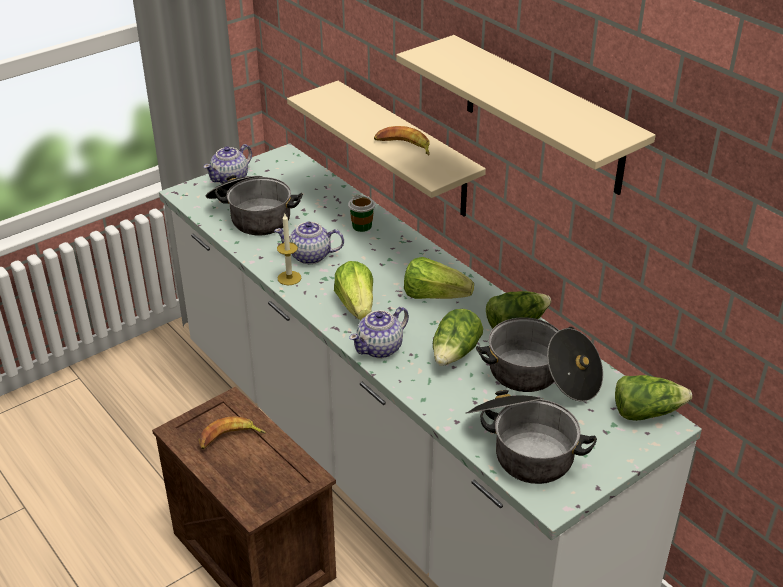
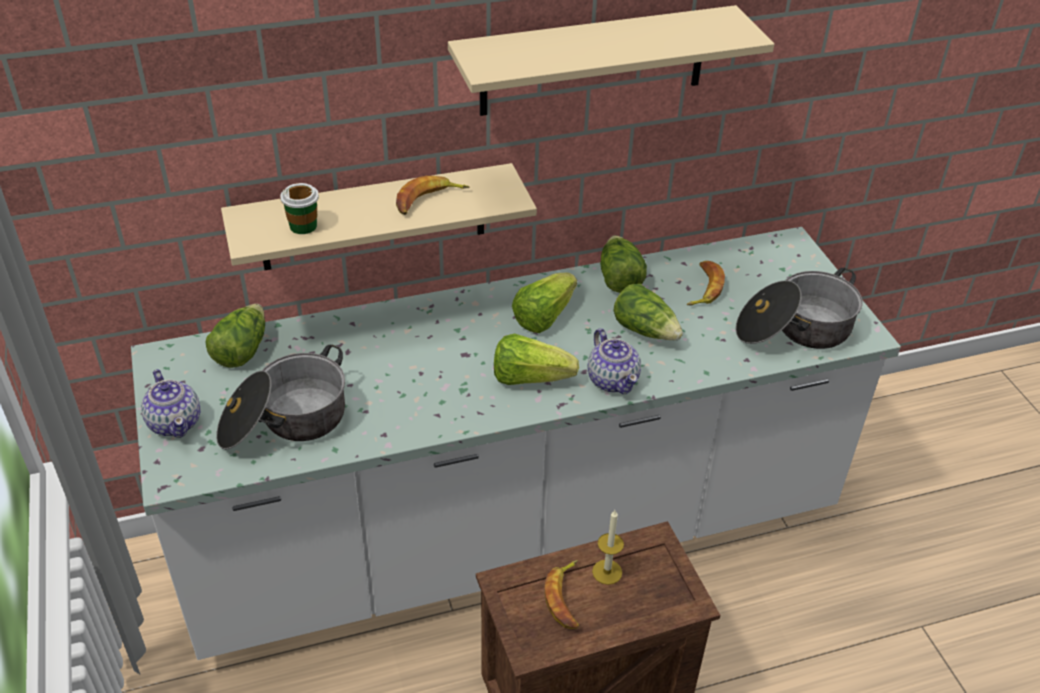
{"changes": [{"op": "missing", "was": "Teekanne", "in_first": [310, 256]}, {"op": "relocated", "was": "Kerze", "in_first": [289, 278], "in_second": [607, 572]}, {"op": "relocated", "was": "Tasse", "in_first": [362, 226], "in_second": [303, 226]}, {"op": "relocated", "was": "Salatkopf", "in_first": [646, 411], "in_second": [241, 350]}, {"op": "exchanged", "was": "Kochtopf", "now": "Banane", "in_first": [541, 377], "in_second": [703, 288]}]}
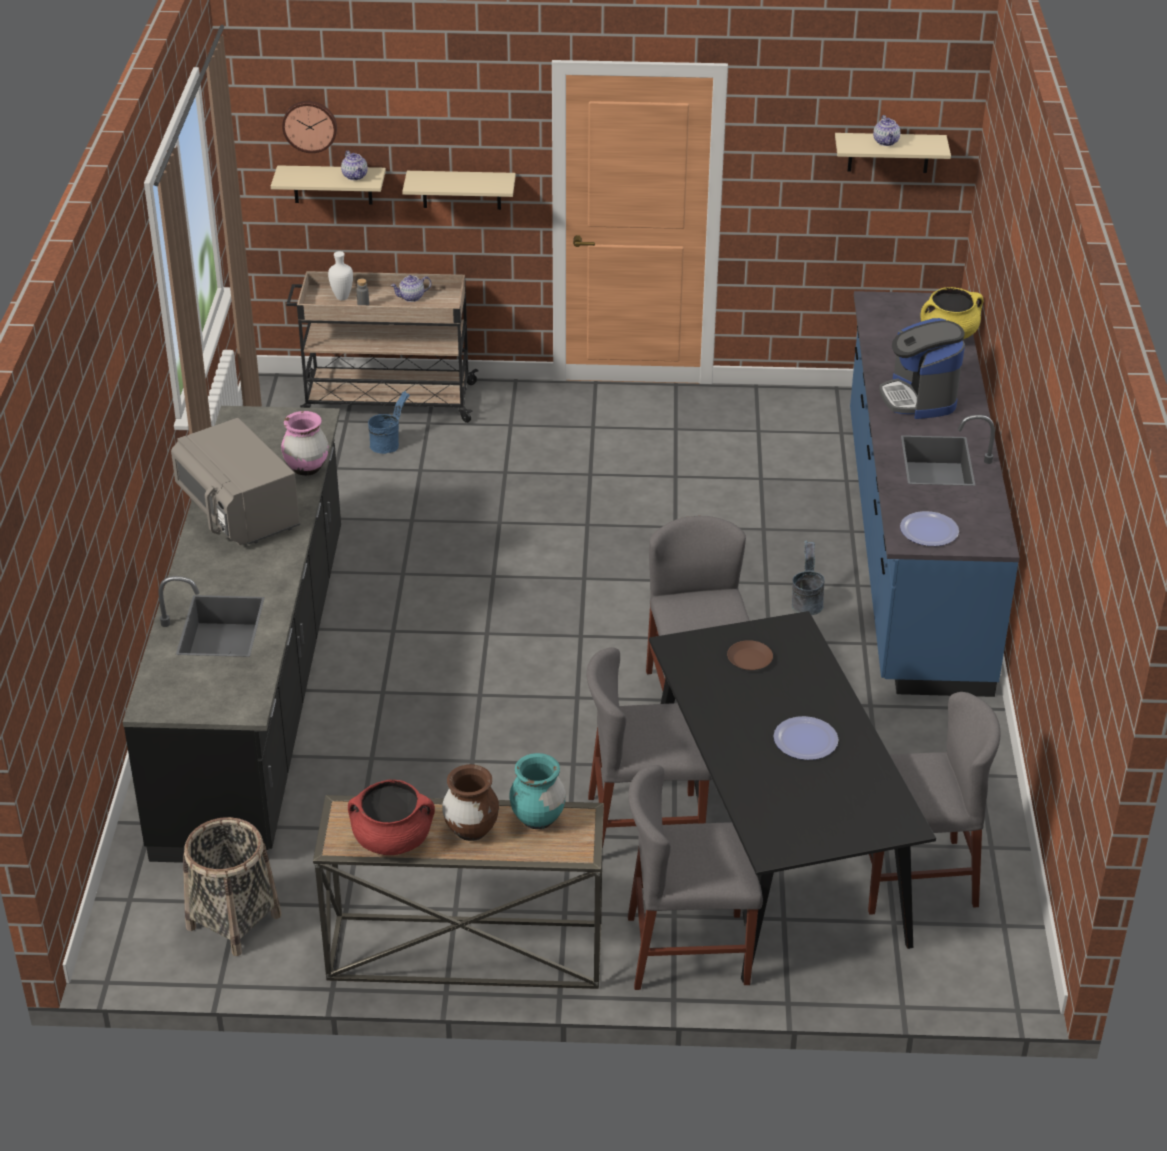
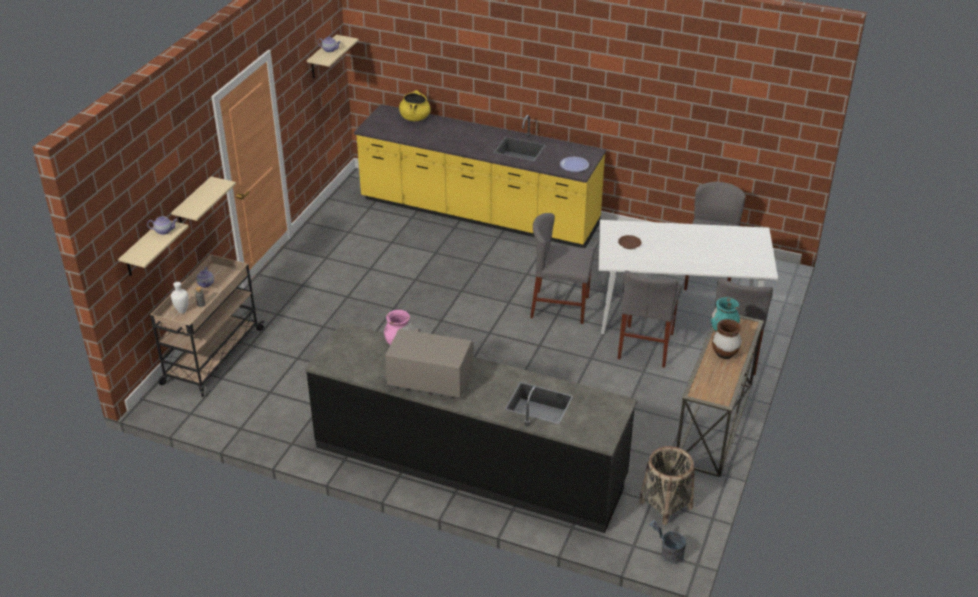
{"changes": [{"op": "missing", "was": "Wanduhr", "in_first": [310, 125]}, {"op": "missing", "was": "Kochtopf [rot]", "in_first": [393, 839]}, {"op": "missing", "was": "Eimer [blau]", "in_first": [388, 444]}, {"op": "missing", "was": "Teller", "in_first": [806, 740]}, {"op": "missing", "was": "Kaffeemaschine", "in_first": [919, 398]}, {"op": "relocated", "was": "Eimer [grau]", "in_first": [806, 602], "in_second": [668, 554]}, {"op": "colour", "was": "Esstisch [schwarz]", "now": "Esstisch [weiß]", "in_first": [773, 850], "in_second": [677, 312]}, {"op": "colour", "was": "Küchenzeile [blau]", "now": "Küchenzeile [gelb]", "in_first": [912, 547], "in_second": [479, 213]}, {"op": "spun", "was": "Mikrowelle [grau]", "in_first": [238, 513], "in_second": [430, 379], "clockwise": -150}]}
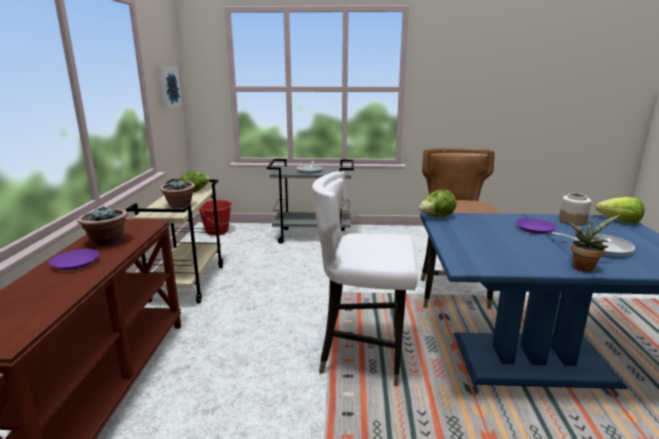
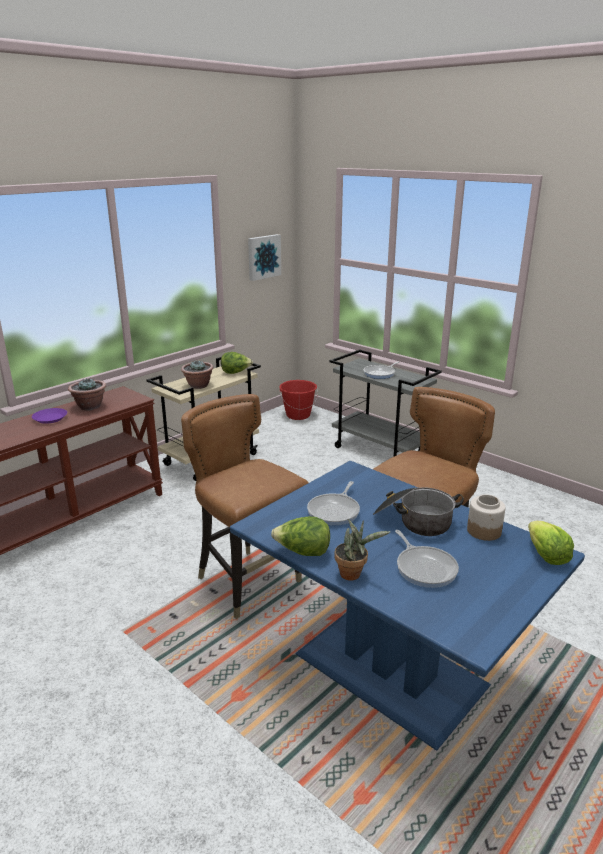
{"changes": [{"op": "appeared", "now": "Pfanne", "in_second": [335, 511]}, {"op": "relocated", "was": "Salatkopf", "in_first": [436, 217], "in_second": [303, 552]}, {"op": "exchanged", "was": "Teller [lila]", "now": "Kochtopf", "in_first": [535, 229], "in_second": [414, 521]}, {"op": "colour", "was": "Stuhl [weiß]", "now": "Stuhl [braun]", "in_first": [363, 356], "in_second": [248, 583]}]}
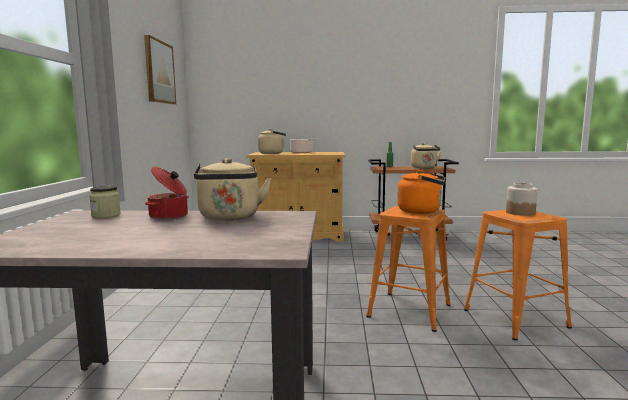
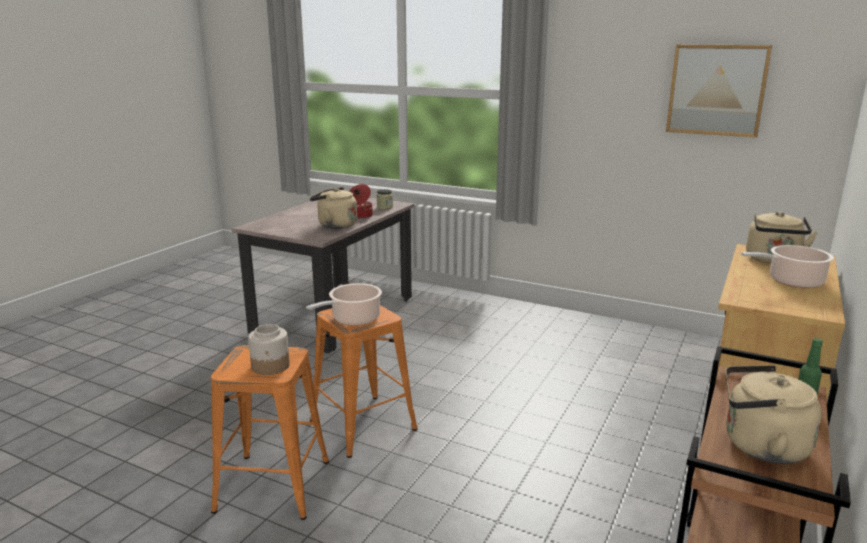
{"changes": [{"op": "exchanged", "was": "Wasserkessel [orange]", "now": "Kochtopf", "in_first": [422, 211], "in_second": [353, 319]}]}
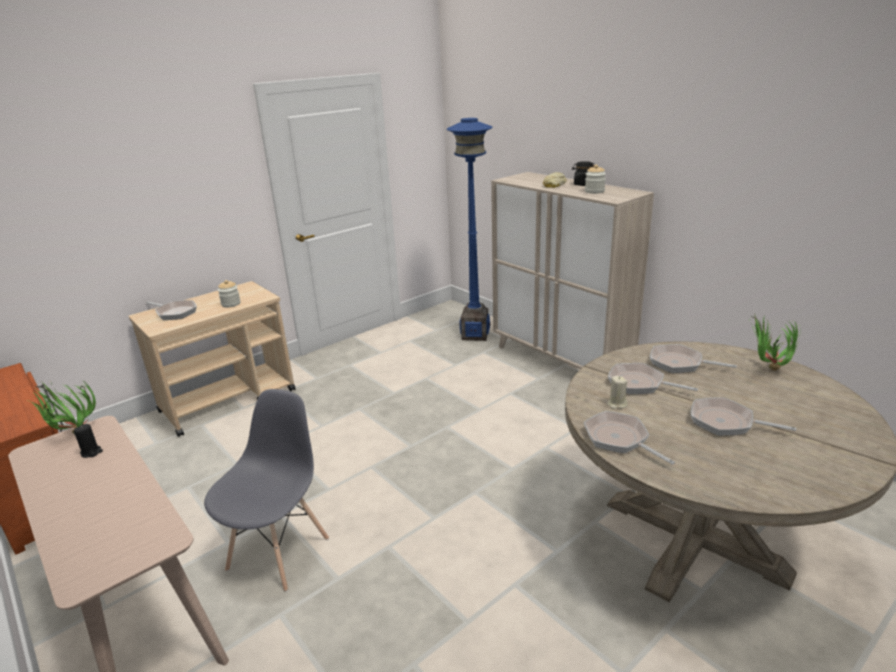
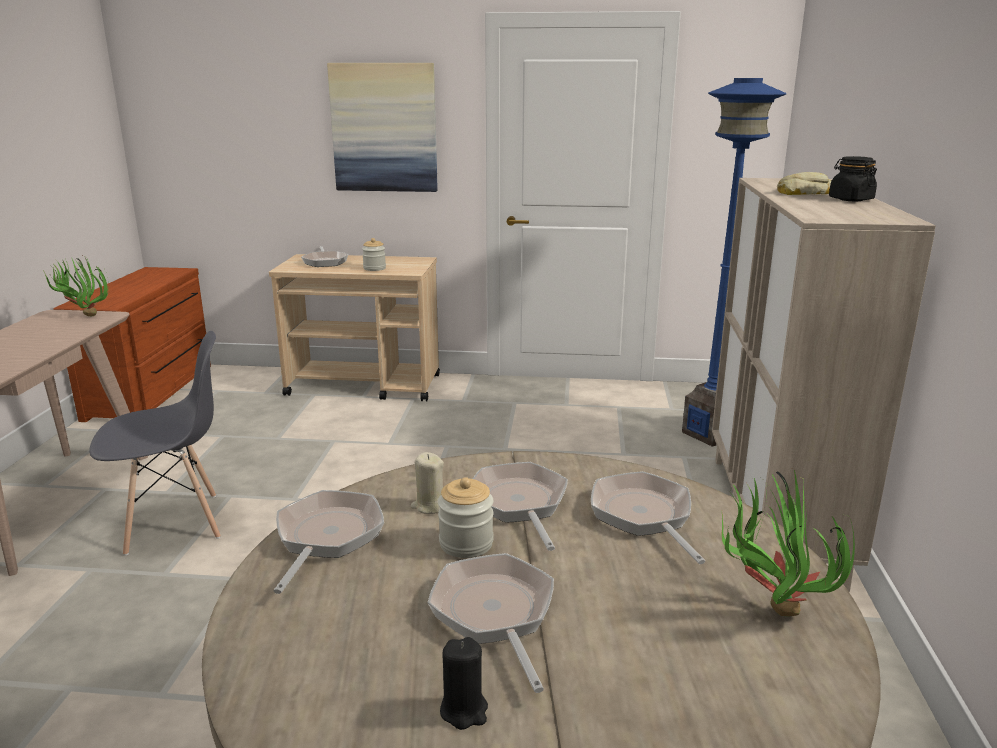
{"changes": [{"op": "appeared", "now": "Bild", "in_second": [384, 128]}, {"op": "relocated", "was": "Kerze [schwarz]", "in_first": [91, 452], "in_second": [464, 710]}, {"op": "relocated", "was": "Vorratsglas", "in_first": [594, 191], "in_second": [466, 543]}]}
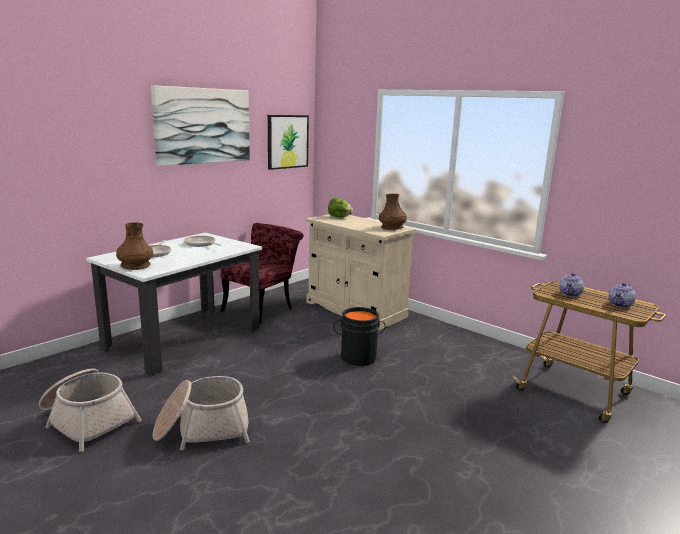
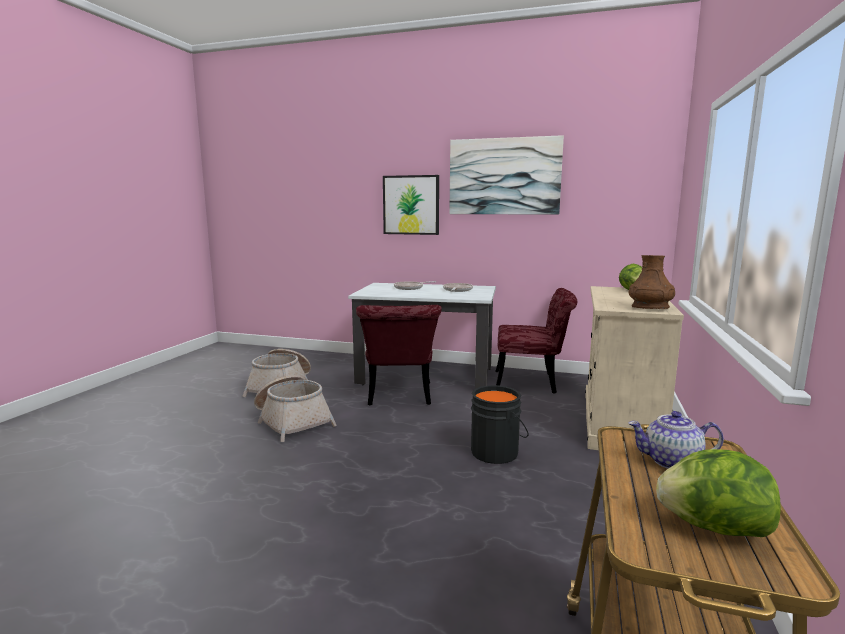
{"changes": [{"op": "missing", "was": "Vase [braun]", "in_first": [135, 265]}, {"op": "appeared", "now": "Stuhl [rot]", "in_second": [399, 397]}, {"op": "relocated", "was": "Bild", "in_first": [287, 141], "in_second": [411, 205]}, {"op": "exchanged", "was": "Teekanne", "now": "Salatkopf", "in_first": [620, 305], "in_second": [712, 528]}]}
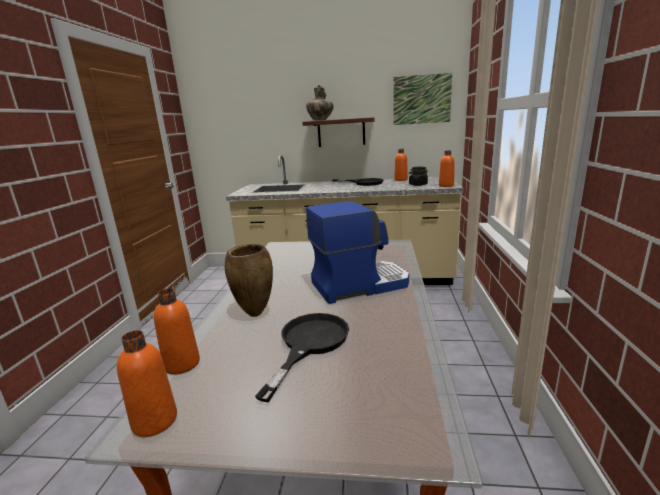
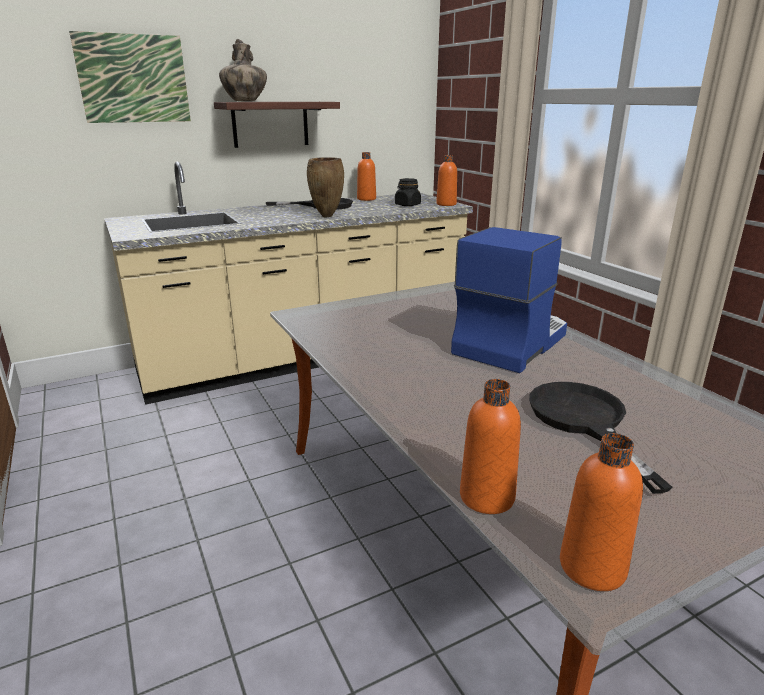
{"changes": [{"op": "relocated", "was": "Vase [braun]", "in_first": [254, 314], "in_second": [327, 216]}, {"op": "relocated", "was": "Bild", "in_first": [421, 99], "in_second": [133, 79]}]}
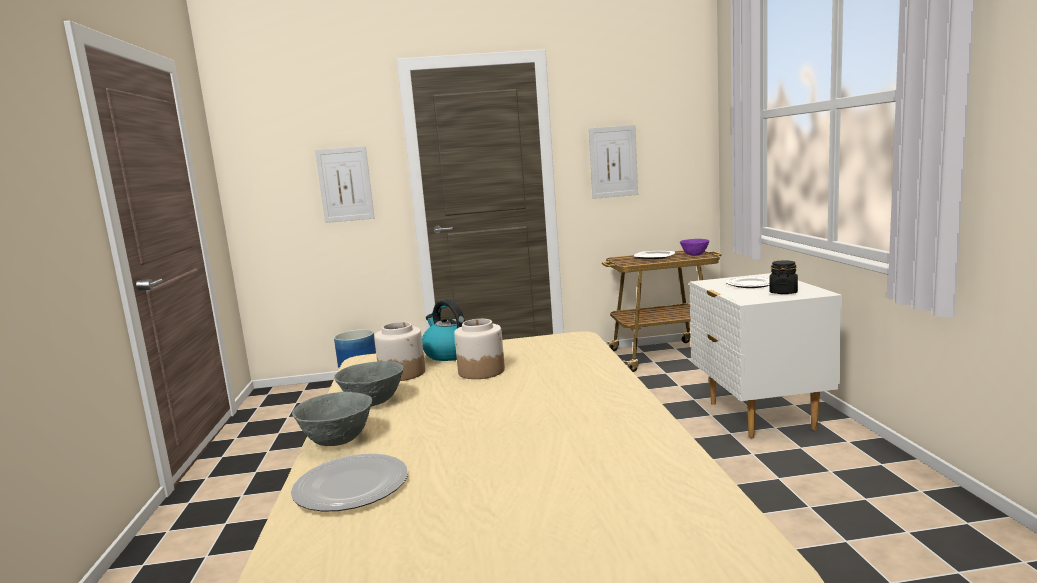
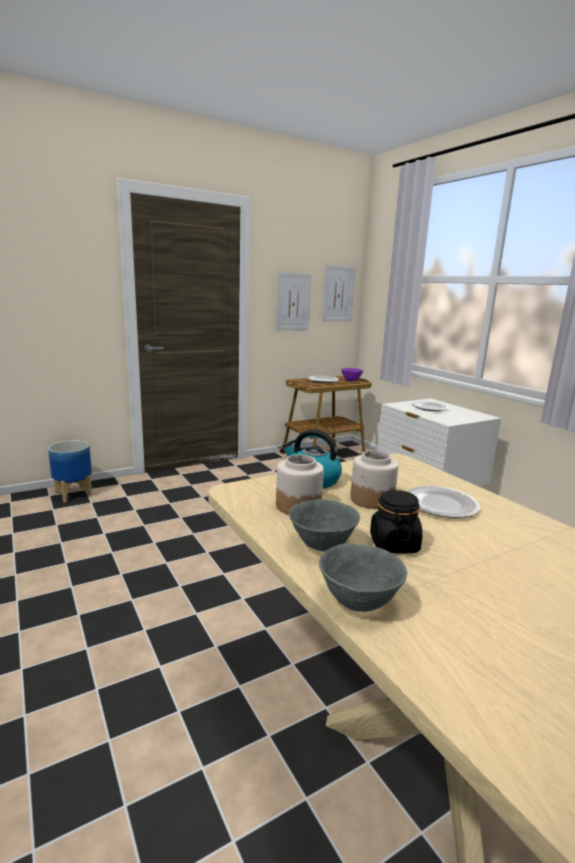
{"changes": [{"op": "relocated", "was": "Teller", "in_first": [351, 487], "in_second": [442, 505]}, {"op": "relocated", "was": "Bild", "in_first": [345, 184], "in_second": [338, 293]}, {"op": "relocated", "was": "Vorratsglas [schwarz]", "in_first": [783, 292], "in_second": [393, 544]}]}
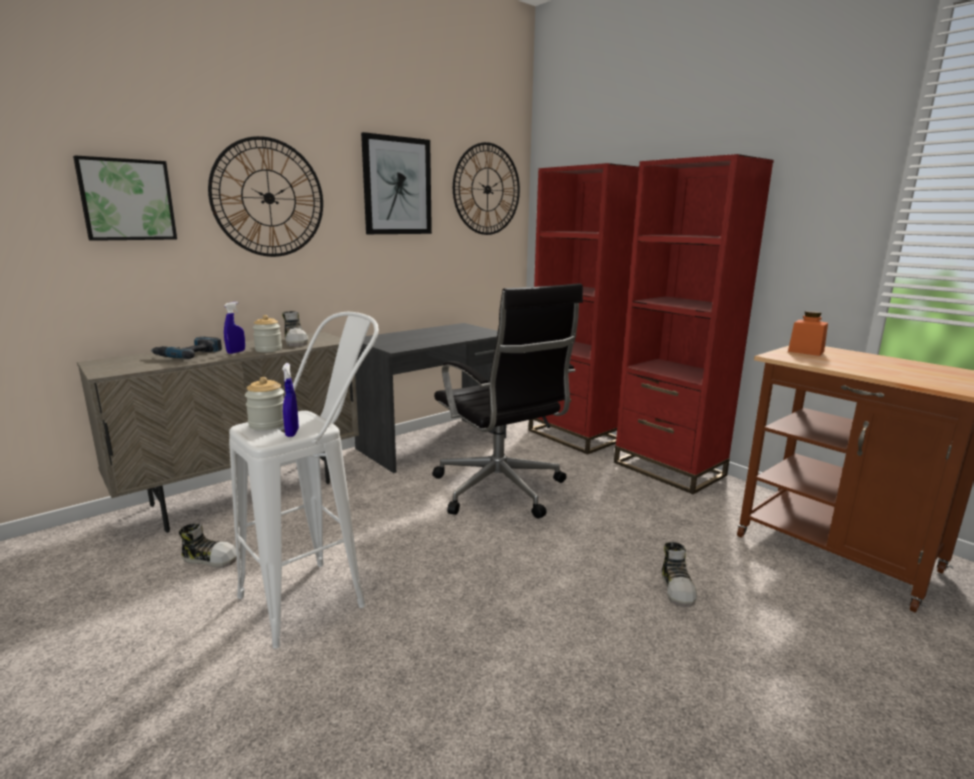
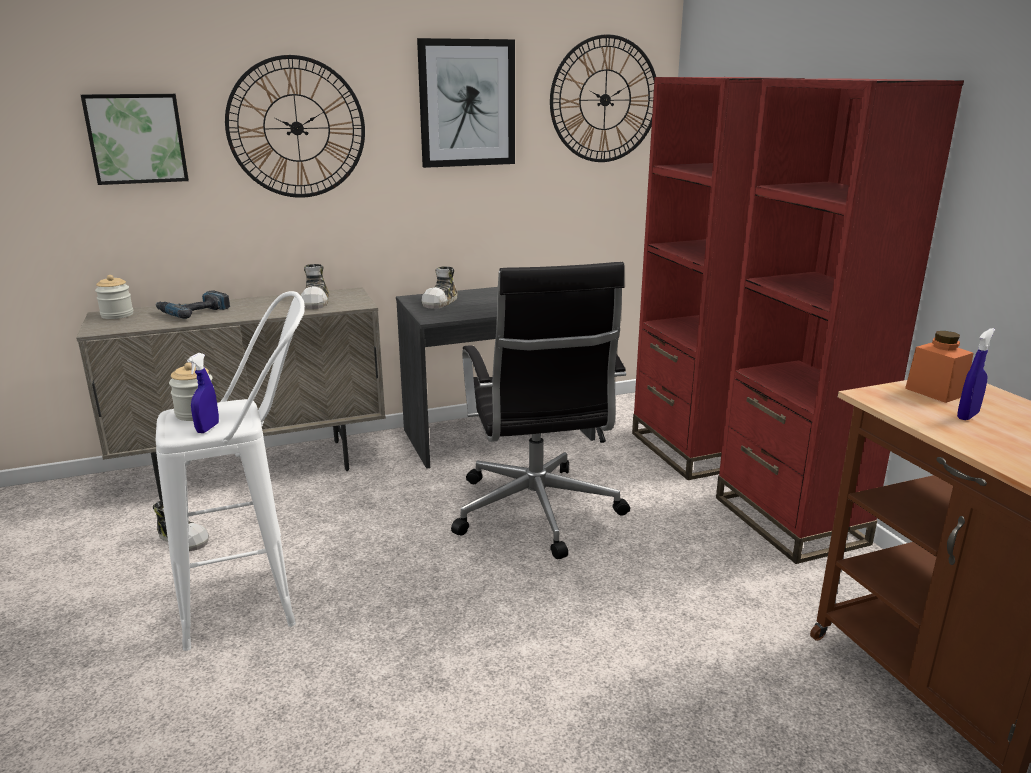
{"changes": [{"op": "relocated", "was": "Sprühflasche [blau]", "in_first": [236, 352], "in_second": [967, 416]}, {"op": "relocated", "was": "Vorratsglas", "in_first": [268, 350], "in_second": [117, 315]}, {"op": "relocated", "was": "Schuh", "in_first": [677, 588], "in_second": [441, 302]}]}
